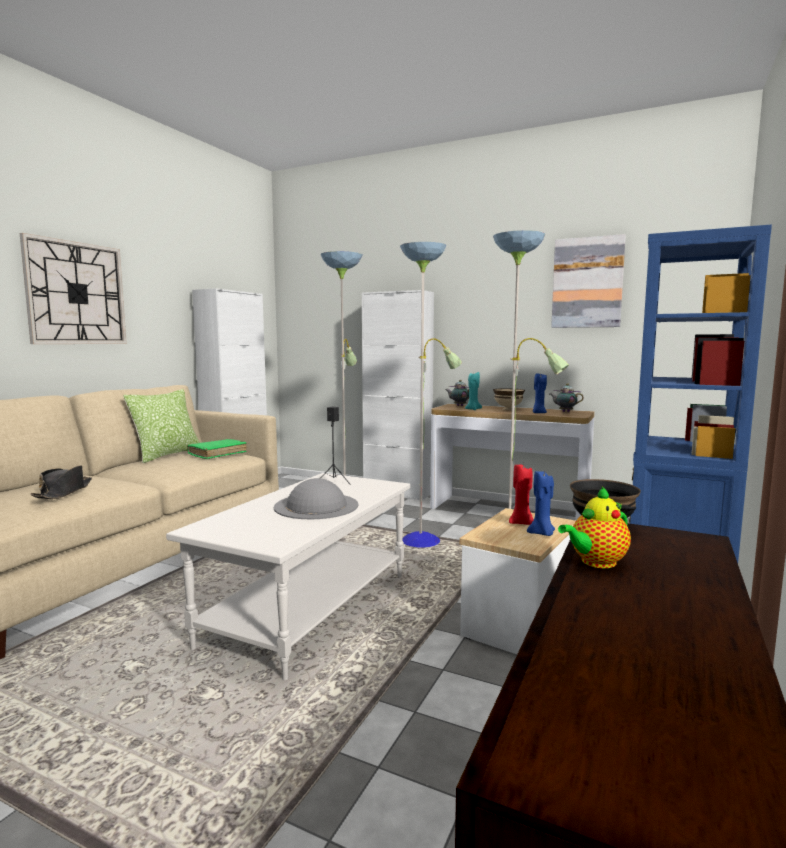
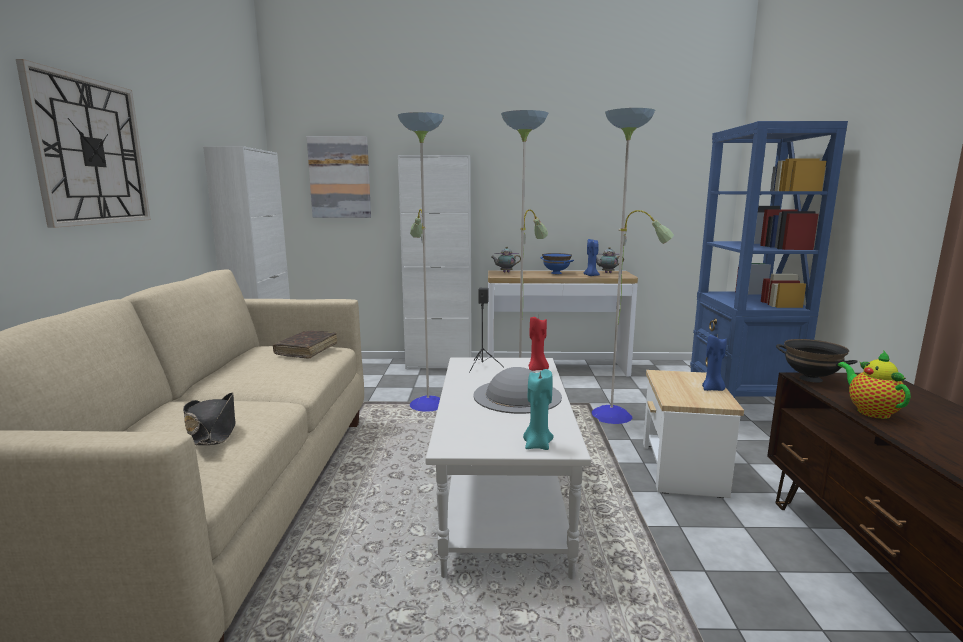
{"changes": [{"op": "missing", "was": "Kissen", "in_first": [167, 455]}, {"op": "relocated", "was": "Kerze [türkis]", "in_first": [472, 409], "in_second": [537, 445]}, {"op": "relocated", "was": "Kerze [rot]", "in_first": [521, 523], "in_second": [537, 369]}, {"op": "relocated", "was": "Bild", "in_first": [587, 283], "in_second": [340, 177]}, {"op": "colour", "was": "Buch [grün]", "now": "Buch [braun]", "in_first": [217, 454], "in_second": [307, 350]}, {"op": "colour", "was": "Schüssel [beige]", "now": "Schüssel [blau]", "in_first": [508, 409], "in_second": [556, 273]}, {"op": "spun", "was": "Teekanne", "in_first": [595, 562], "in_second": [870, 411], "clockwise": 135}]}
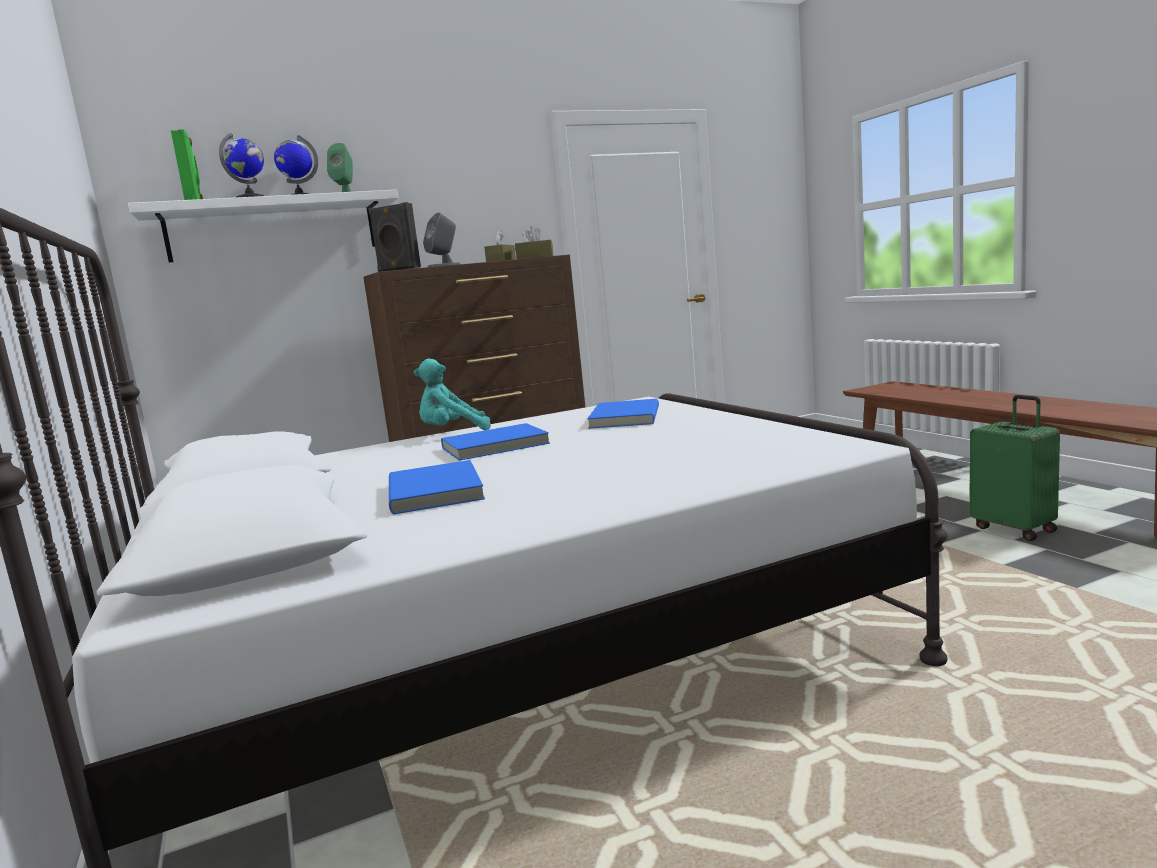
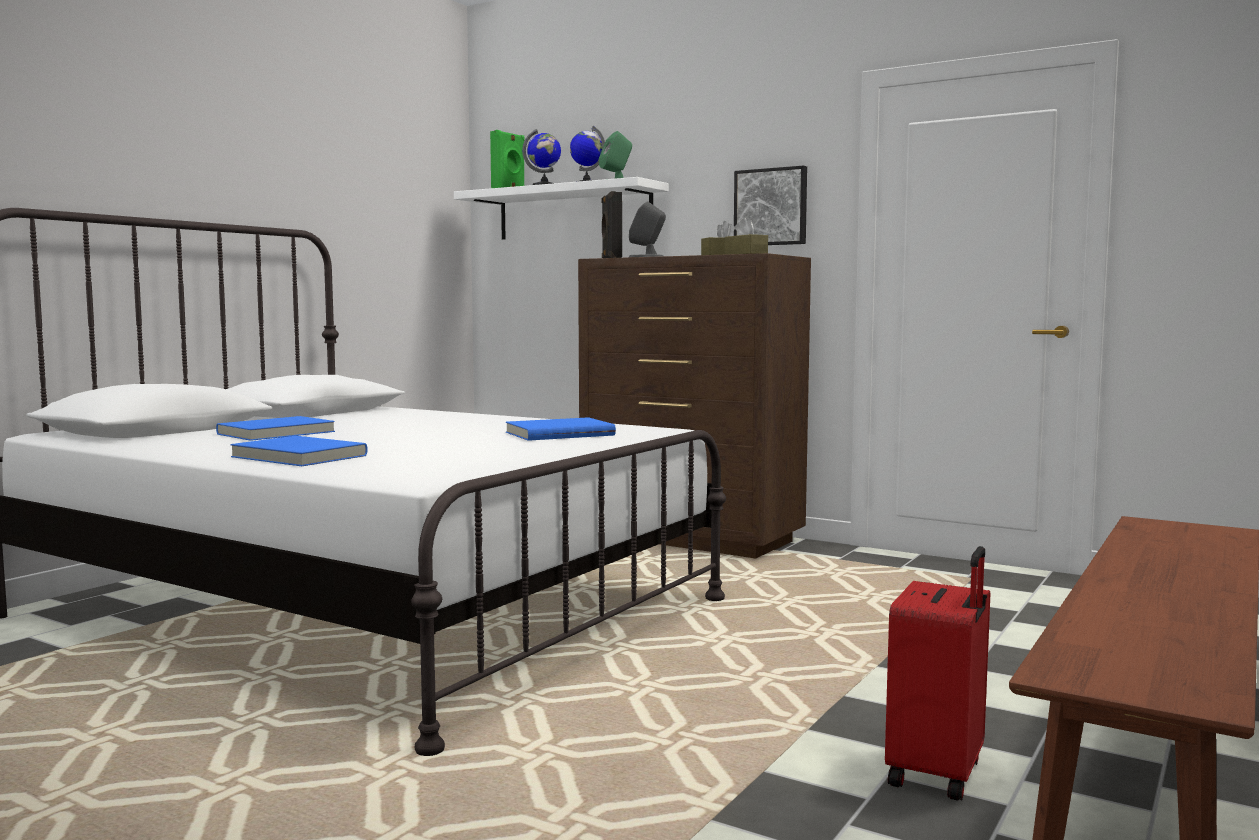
{"changes": [{"op": "missing", "was": "Plüschtier [türkis]", "in_first": [452, 433]}, {"op": "appeared", "now": "Bild", "in_second": [771, 207]}, {"op": "relocated", "was": "Buch [blau]", "in_first": [495, 446], "in_second": [297, 456]}, {"op": "colour", "was": "Koffer [grün]", "now": "Koffer [rot]", "in_first": [1015, 529], "in_second": [938, 773]}]}
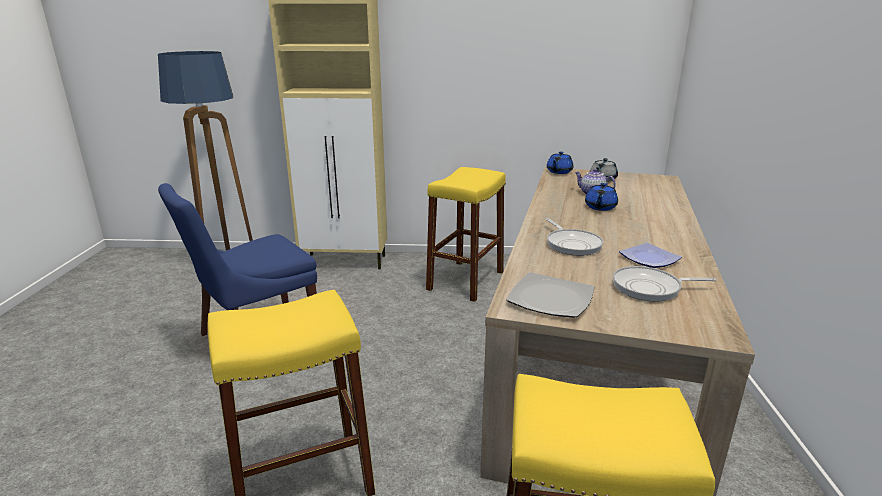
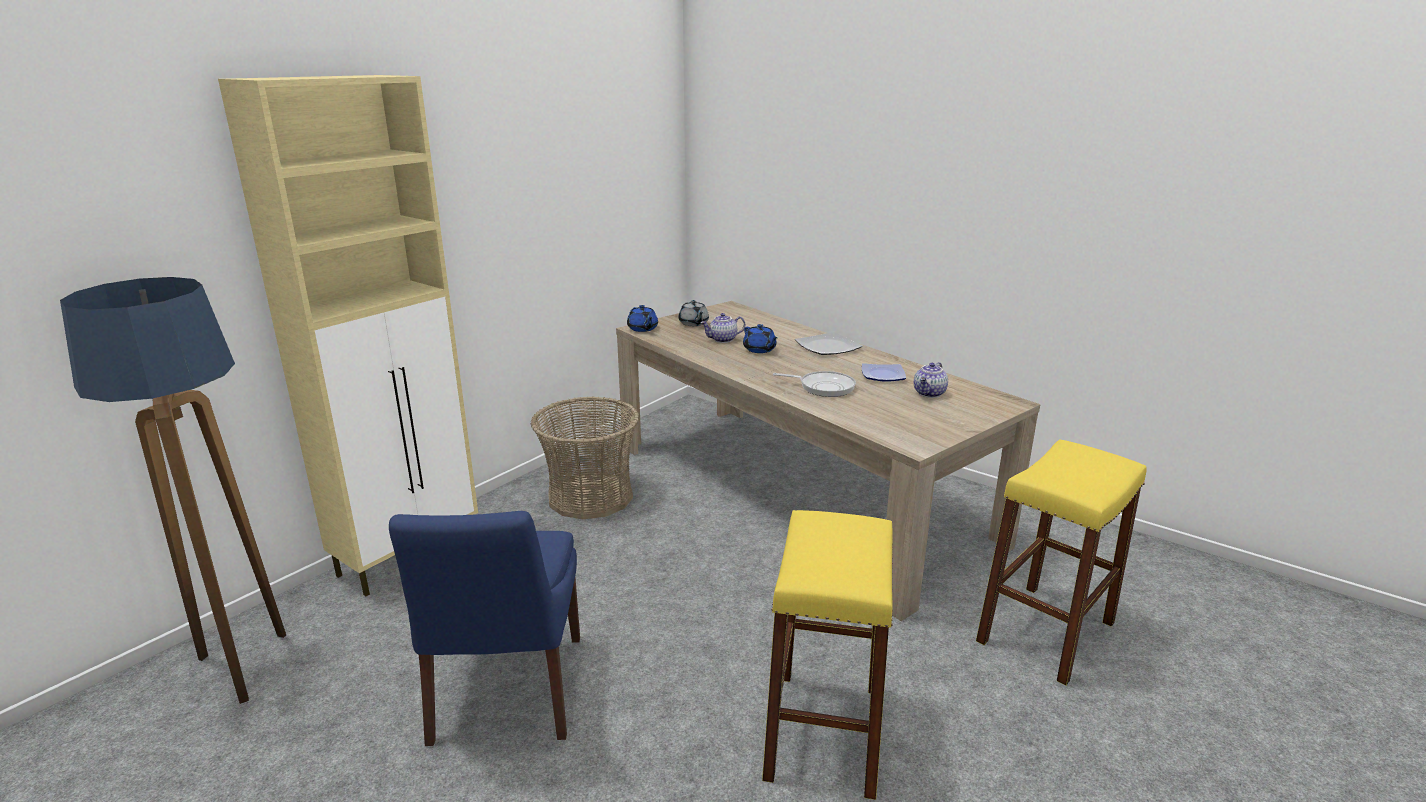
{"changes": [{"op": "relocated", "was": "Teller", "in_first": [551, 299], "in_second": [828, 347]}, {"op": "exchanged", "was": "Hocker [gelb]", "now": "Korb", "in_first": [466, 280], "in_second": [590, 496]}, {"op": "exchanged", "was": "Pfanne", "now": "Teekanne", "in_first": [650, 288], "in_second": [930, 394]}]}
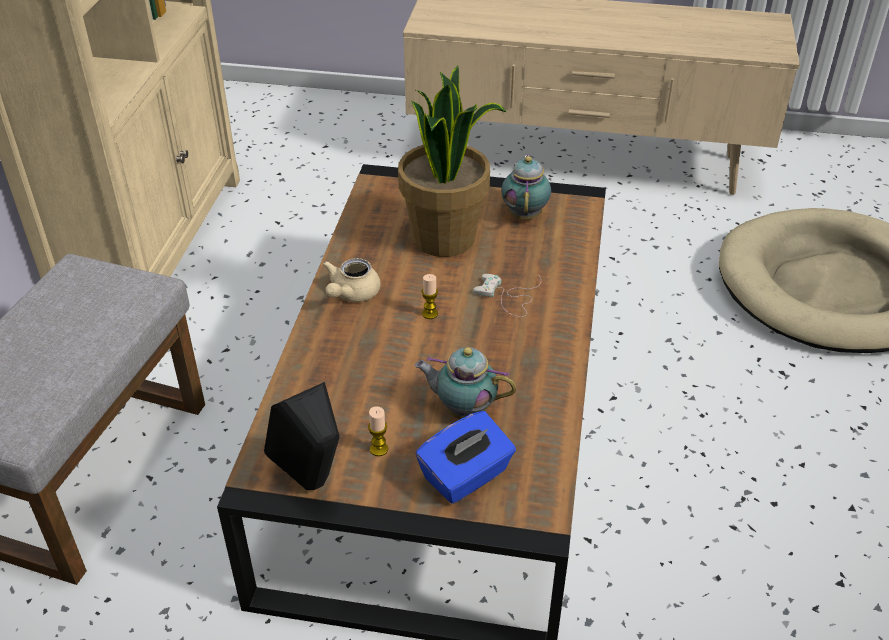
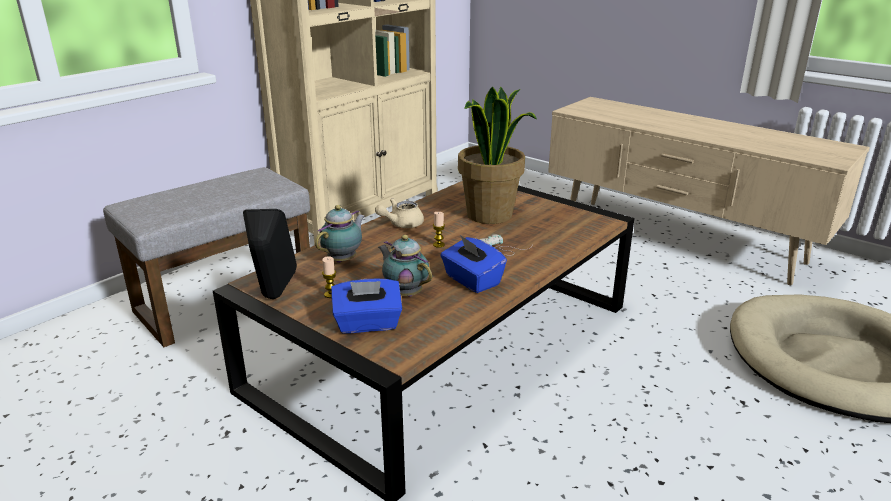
{"changes": [{"op": "appeared", "now": "Taschentuchbox [blau]", "in_second": [472, 280]}, {"op": "relocated", "was": "Teekanne", "in_first": [525, 214], "in_second": [344, 259]}]}
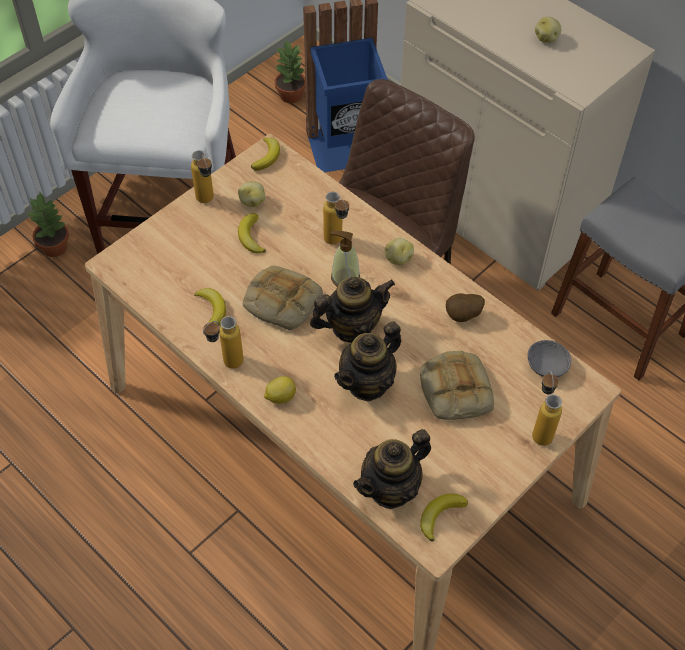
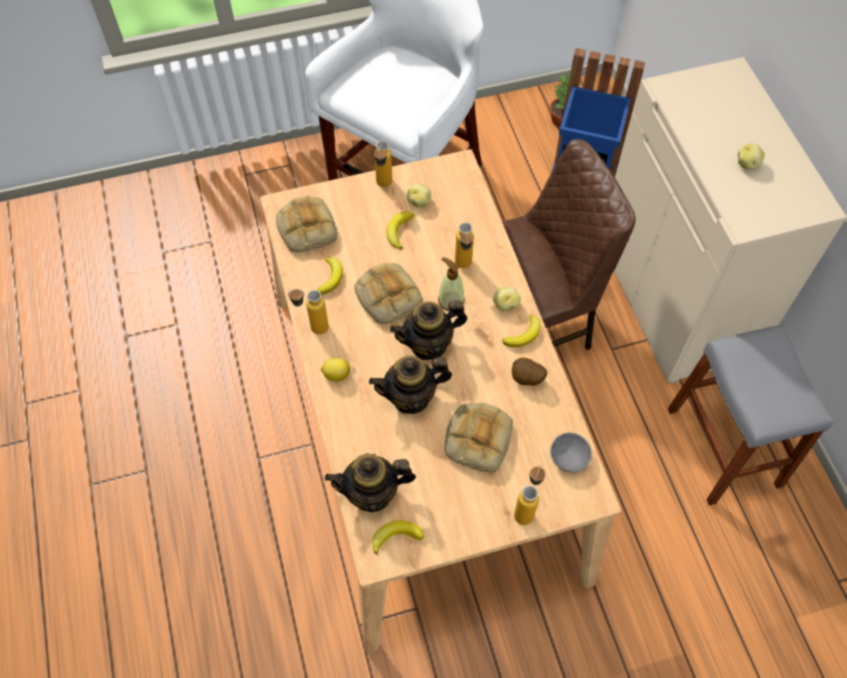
{"changes": [{"op": "missing", "was": "Topfpflanze", "in_first": [55, 247]}, {"op": "appeared", "now": "Brot", "in_second": [305, 228]}, {"op": "relocated", "was": "Banane", "in_first": [267, 156], "in_second": [524, 334]}, {"op": "spun", "was": "Teekanne", "in_first": [351, 327], "in_second": [429, 344], "clockwise": 150}]}
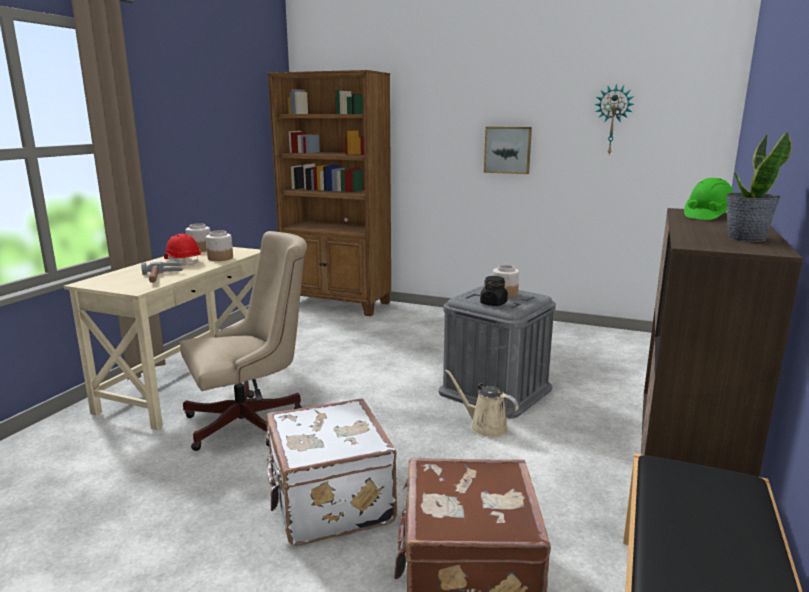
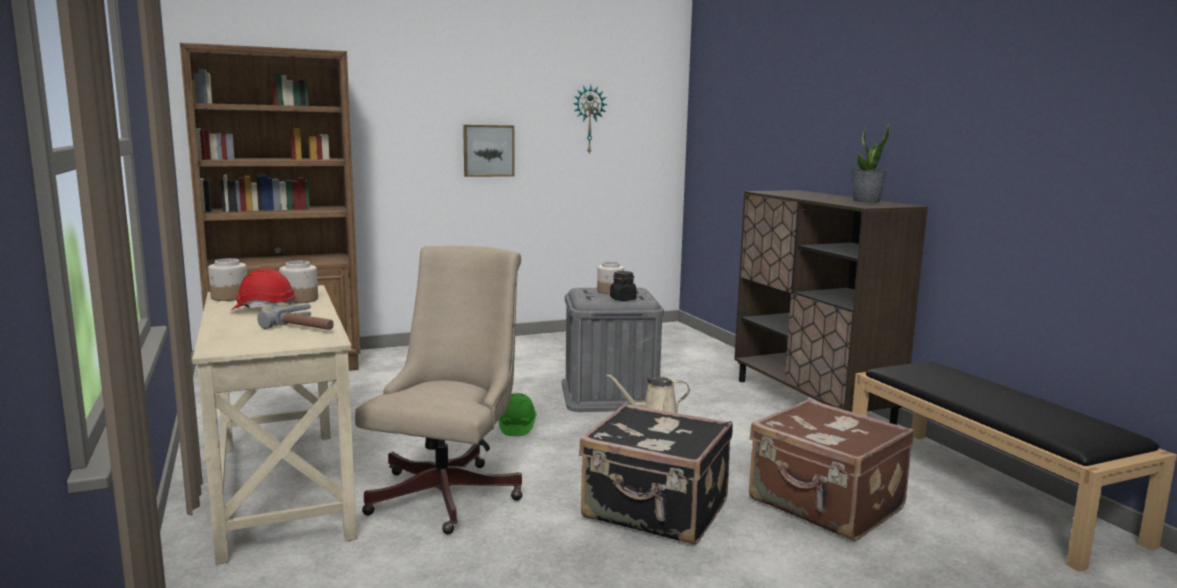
{"changes": [{"op": "relocated", "was": "Schutzhelm [grün]", "in_first": [707, 216], "in_second": [516, 427]}, {"op": "colour", "was": "Koffer [weiß]", "now": "Koffer [schwarz]", "in_first": [328, 502], "in_second": [655, 511]}]}
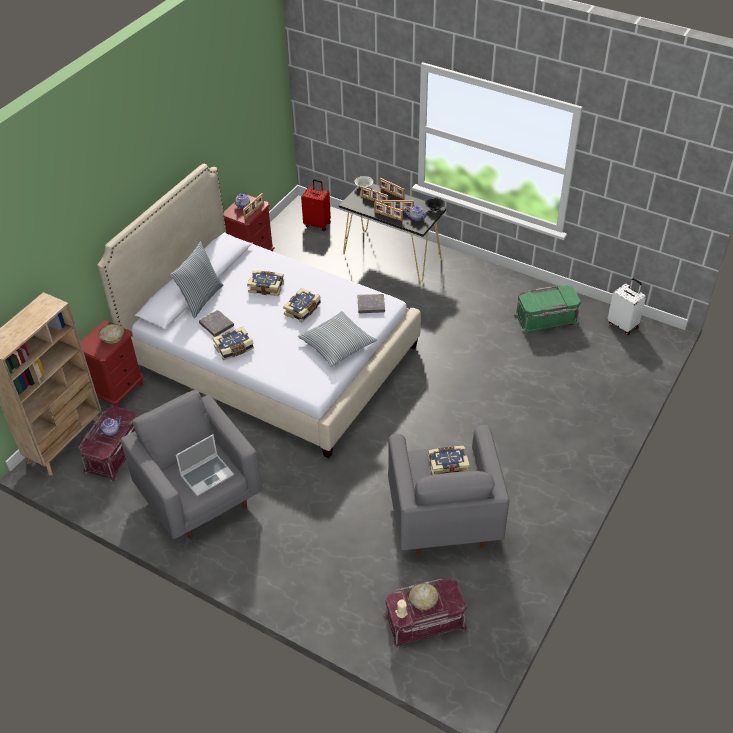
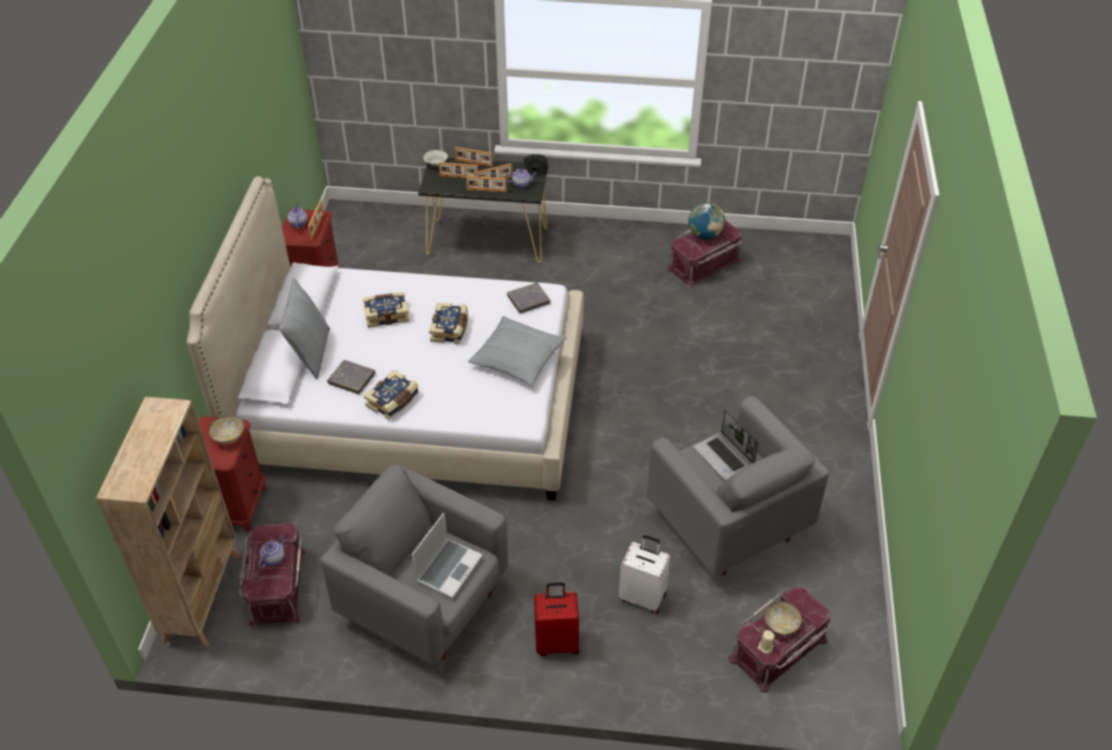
{"changes": [{"op": "appeared", "now": "Globus", "in_second": [705, 235]}, {"op": "relocated", "was": "Koffer [rot]", "in_first": [317, 224], "in_second": [557, 642]}, {"op": "relocated", "was": "Koffer [weiß]", "in_first": [623, 325], "in_second": [643, 597]}, {"op": "exchanged", "was": "Buch", "now": "Laptop", "in_first": [447, 465], "in_second": [724, 457]}, {"op": "colour", "was": "Aufbewahrungsbox [grün]", "now": "Aufbewahrungsbox [rot]", "in_first": [546, 320], "in_second": [704, 265]}]}
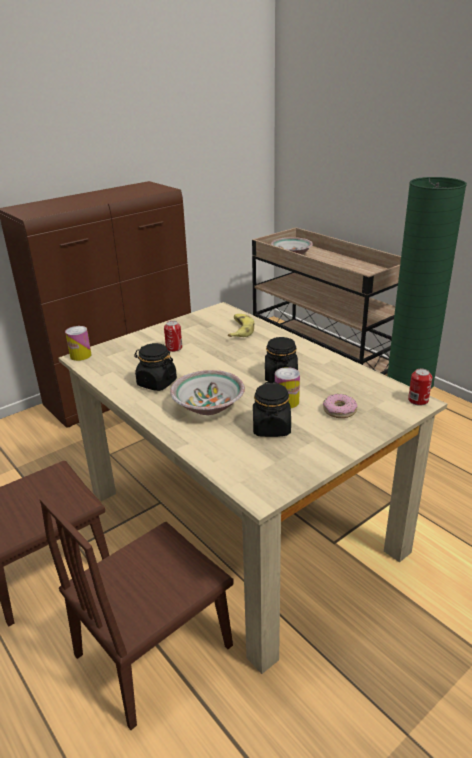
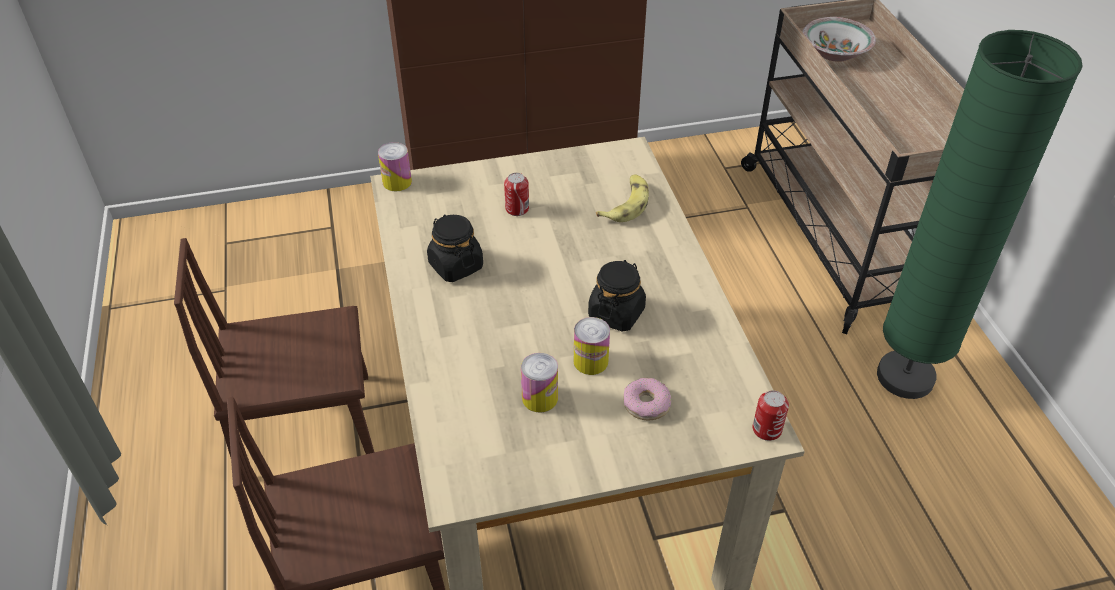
{"changes": [{"op": "missing", "was": "Schüssel", "in_first": [209, 405]}, {"op": "exchanged", "was": "Vorratsglas [schwarz]", "now": "Dose", "in_first": [271, 428], "in_second": [540, 398]}]}
